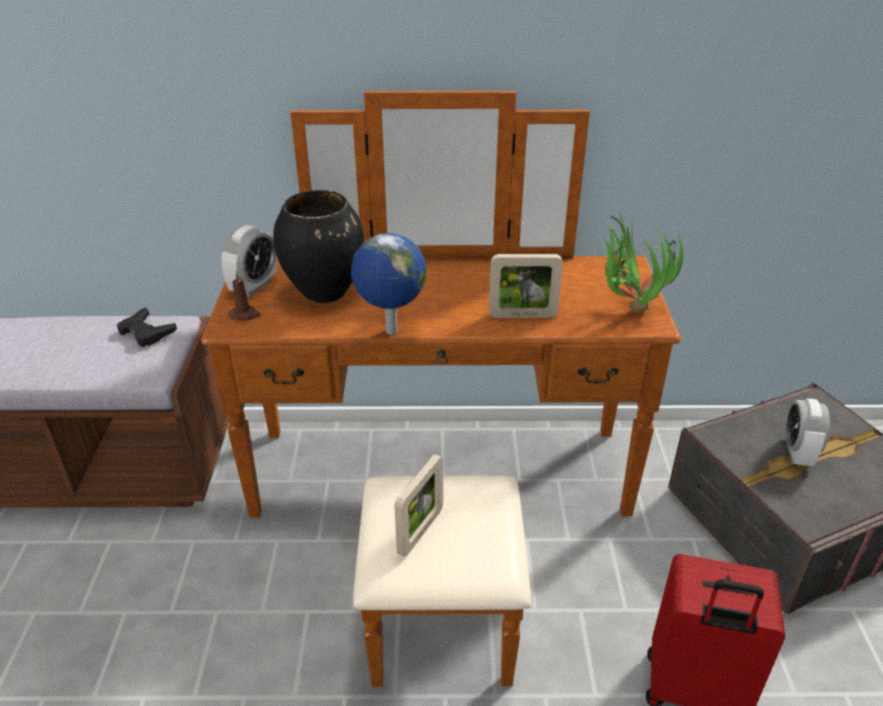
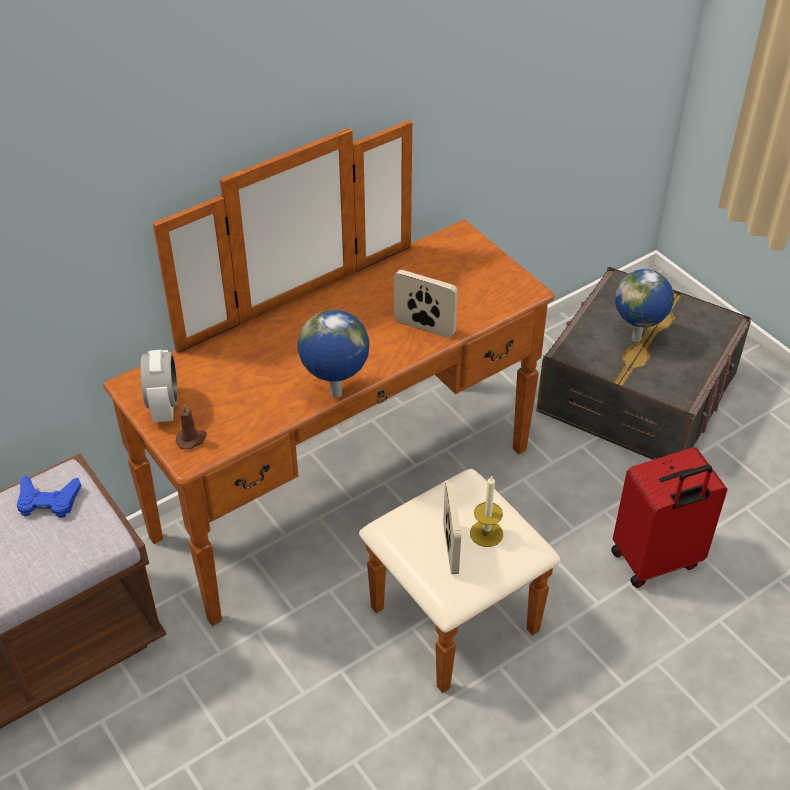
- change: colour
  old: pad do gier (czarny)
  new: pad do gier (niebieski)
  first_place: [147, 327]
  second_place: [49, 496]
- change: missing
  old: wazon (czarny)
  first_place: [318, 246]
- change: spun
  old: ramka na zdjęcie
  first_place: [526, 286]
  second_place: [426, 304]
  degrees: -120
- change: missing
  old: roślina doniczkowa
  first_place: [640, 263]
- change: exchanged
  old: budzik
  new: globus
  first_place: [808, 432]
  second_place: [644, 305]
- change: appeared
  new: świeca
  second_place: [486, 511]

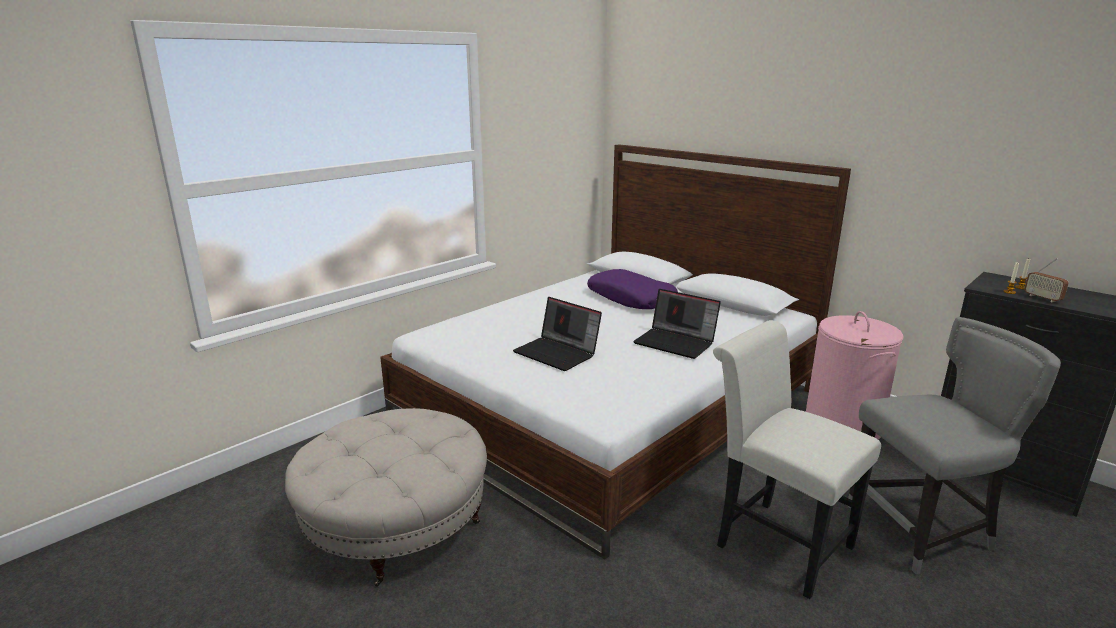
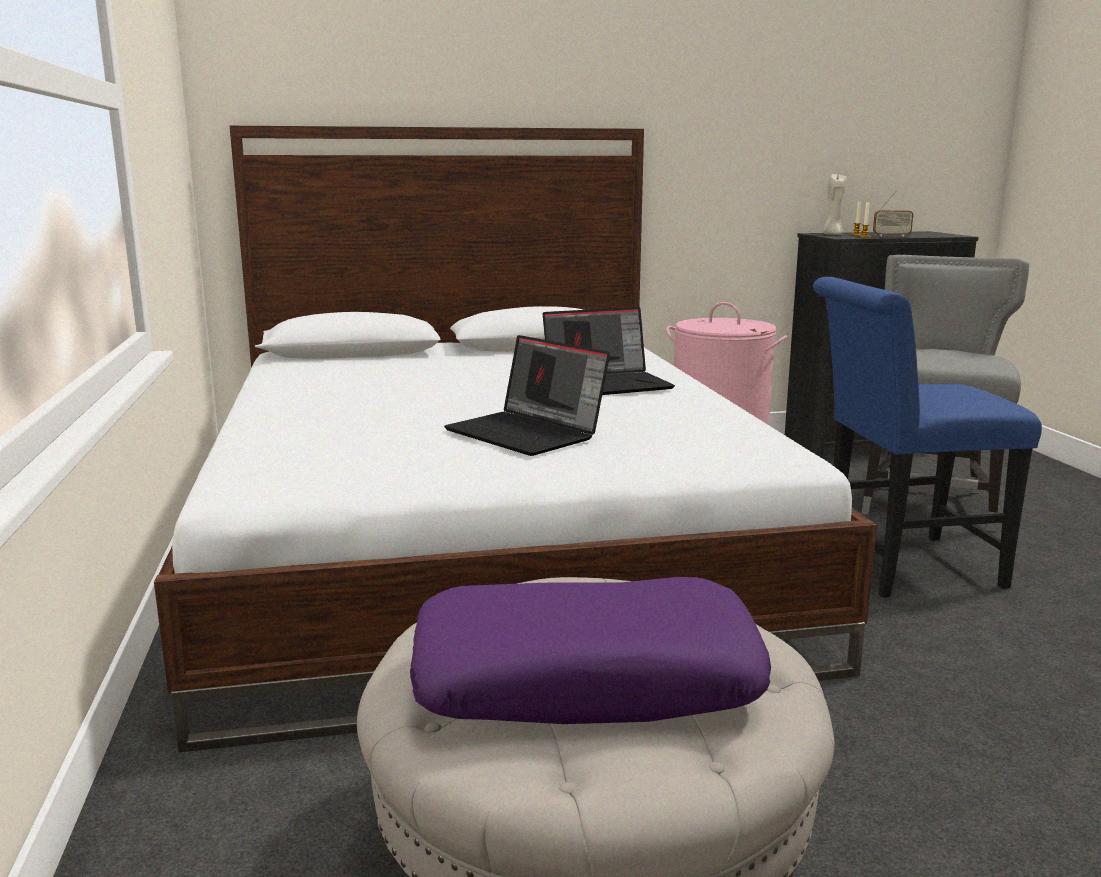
- change: spun
  old: laptop
  first_place: [557, 334]
  second_place: [527, 395]
  degrees: 60
- change: relocated
  old: poduszka (fioletowy)
  first_place: [632, 289]
  second_place: [590, 650]
- change: colour
  old: krzesło (biały)
  new: krzesło (niebieski)
  first_place: [797, 459]
  second_place: [927, 437]
- change: appeared
  new: świeca (beżowy)
  second_place: [834, 204]

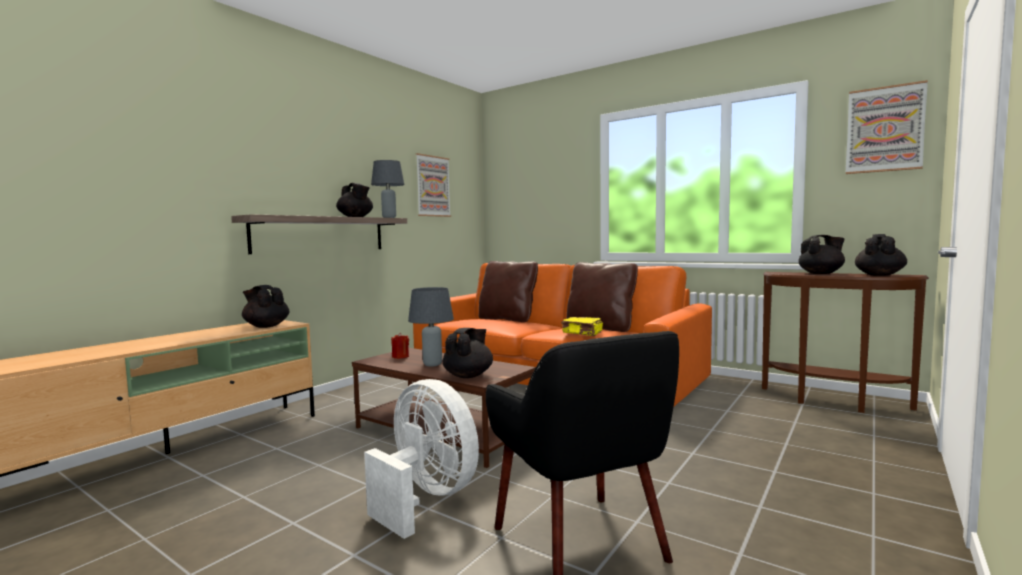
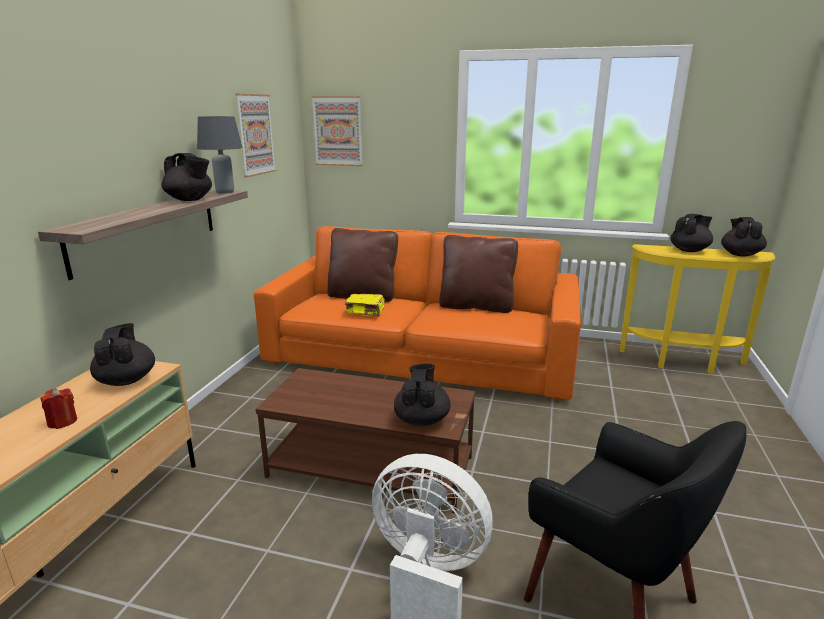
- change: spun
  old: imbryk (czarny)
  first_place: [266, 306]
  second_place: [122, 354]
  degrees: 60
- change: relocated
  old: świeca (czerwony)
  first_place: [400, 346]
  second_place: [58, 408]
- change: missing
  old: lampa stołowa (szary)
  first_place: [431, 327]
- change: relocated
  old: książka (żółty)
  first_place: [582, 326]
  second_place: [365, 305]
- change: colour
  old: stolik konsolowy (brązowy)
  new: stolik konsolowy (żółty)
  first_place: [845, 342]
  second_place: [697, 309]
- change: relocated
  old: obraz
  first_place: [887, 127]
  second_place: [337, 131]

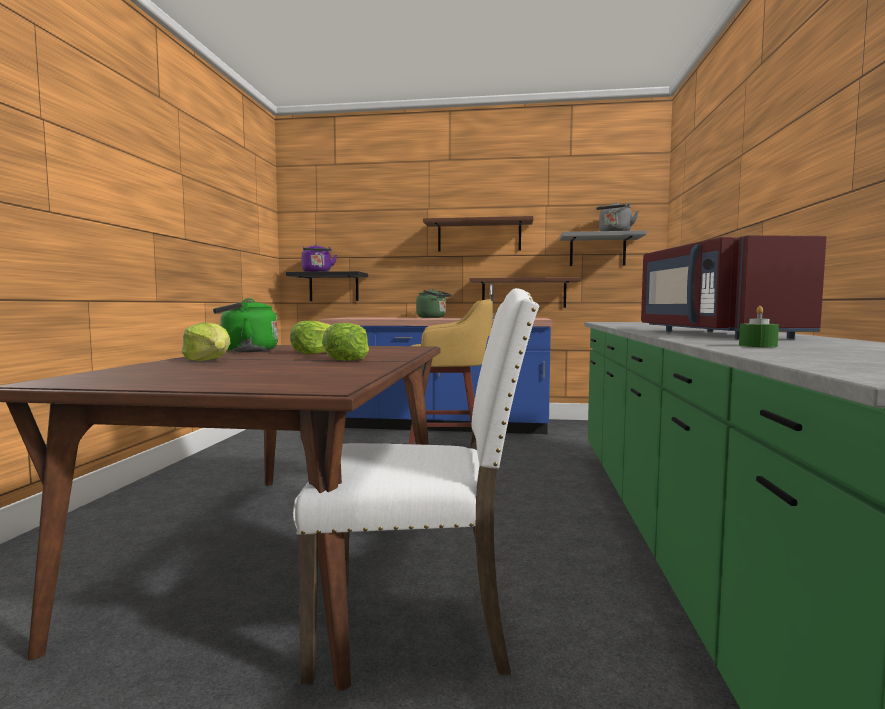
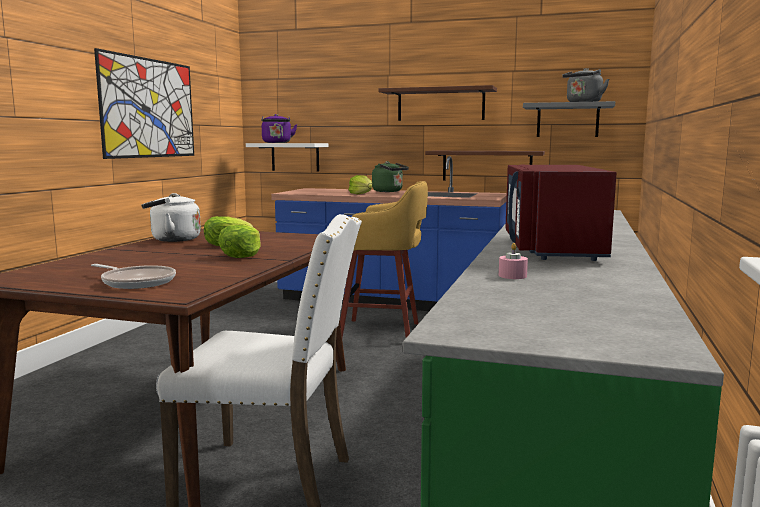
- change: relocated
  old: sałata
  first_place: [206, 342]
  second_place: [361, 184]
- change: colour
  old: czajnik (zielony)
  new: czajnik (biały)
  first_place: [245, 325]
  second_place: [171, 217]
- change: colour
  old: półka (czarny)
  new: półka (biały)
  first_place: [327, 286]
  second_place: [287, 157]
- change: colour
  old: świeca (zielony)
  new: świeca (różowy)
  first_place: [759, 326]
  second_place: [513, 261]
- change: appeared
  new: patelnia
  second_place: [133, 276]
- change: appeared
  new: obraz
  second_place: [144, 103]

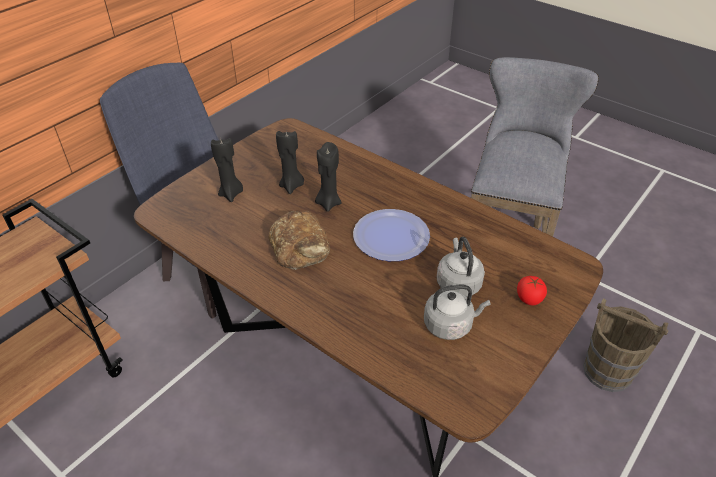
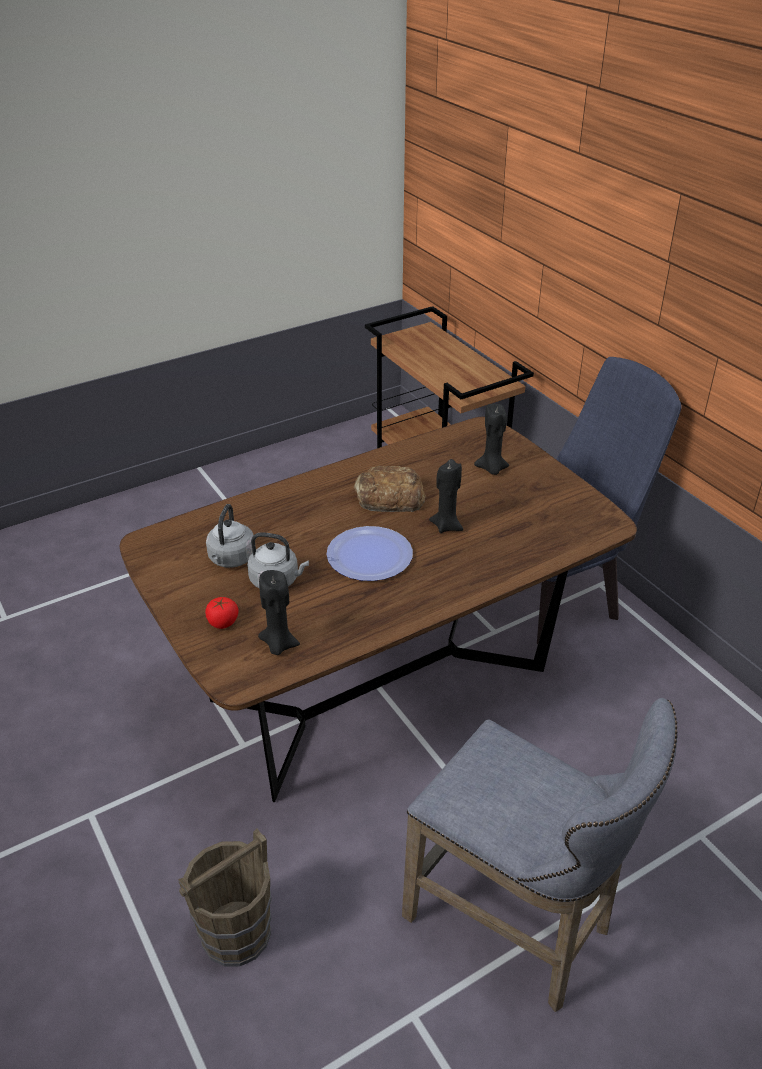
- change: relocated
  old: świeca (czarny)
  first_place: [290, 162]
  second_place: [279, 612]

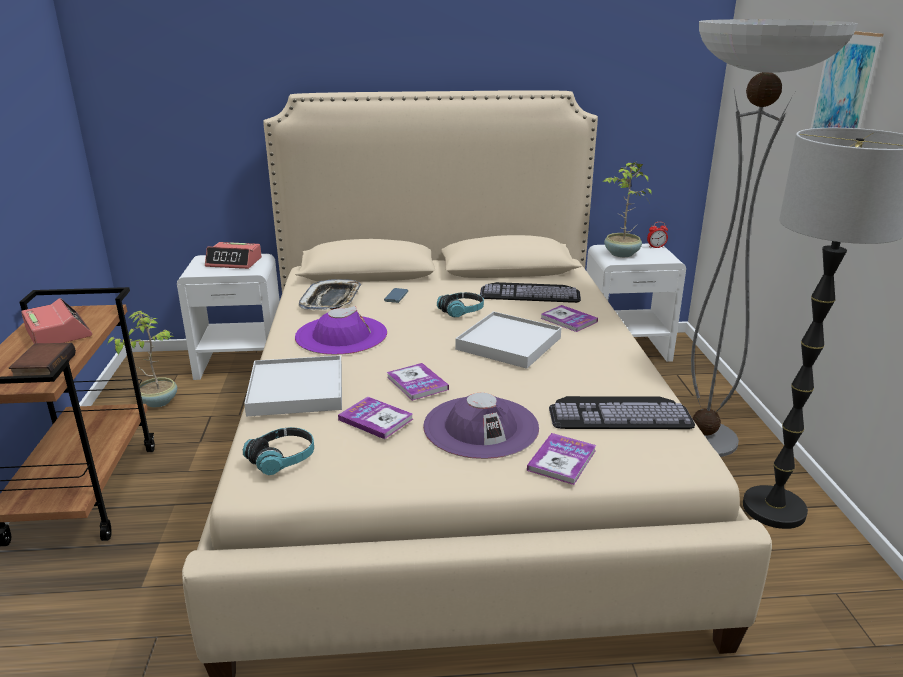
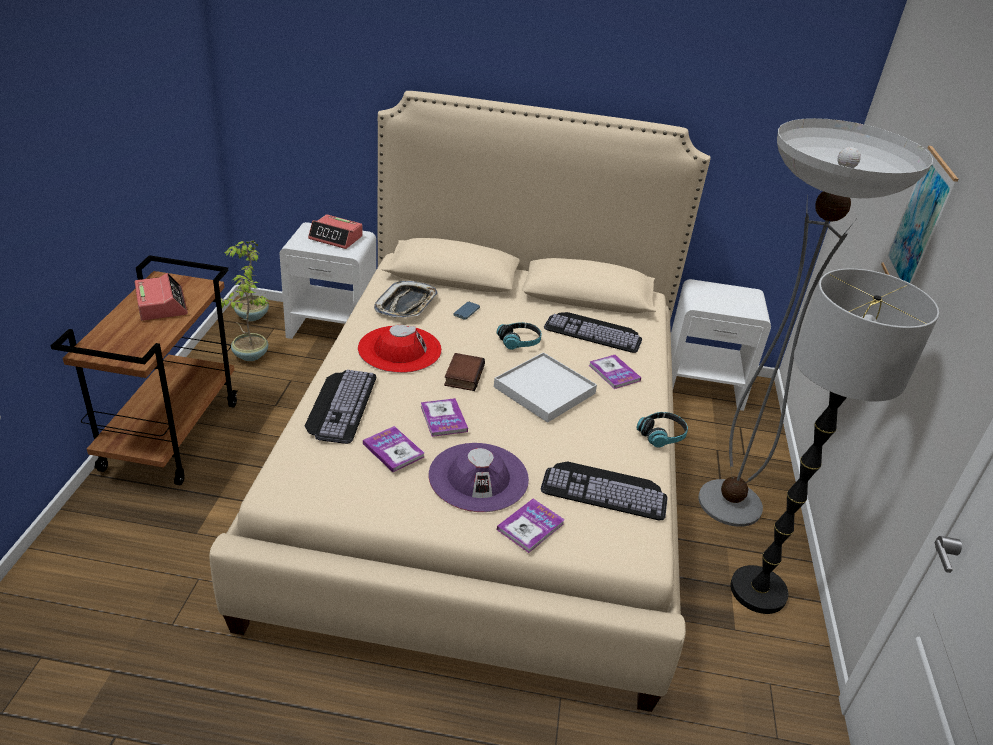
- change: relocated
  old: książka
  first_place: [42, 359]
  second_place: [464, 372]
- change: relocated
  old: słuchawki
  first_place: [278, 451]
  second_place: [662, 430]
- change: exchanged
  old: taca (biały)
  new: klawiatura
  first_place: [293, 386]
  second_place: [340, 407]
- change: colour
  old: kapelusz (fioletowy)
  new: kapelusz (czerwony)
  first_place: [341, 330]
  second_place: [400, 349]
- change: relocated
  old: roślina doniczkowa
  first_place: [627, 209]
  second_place: [246, 281]
- change: missing
  old: budzik
  first_place: [657, 235]

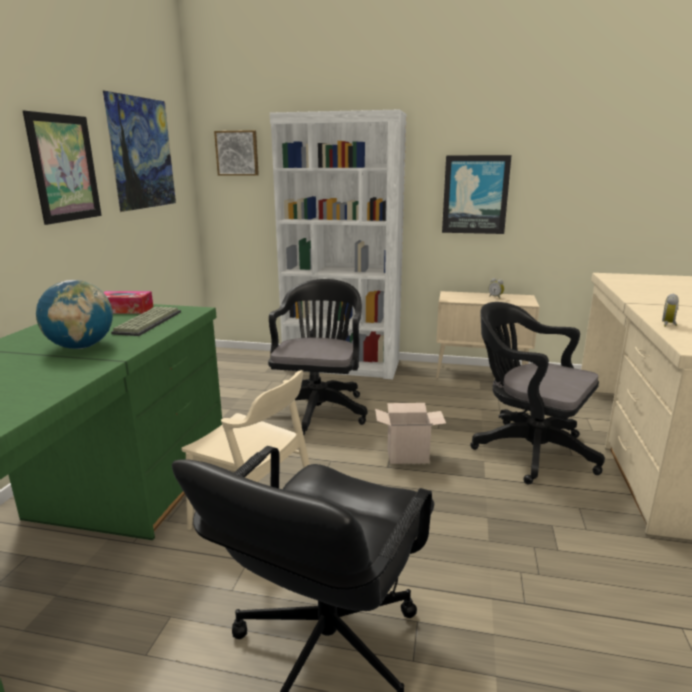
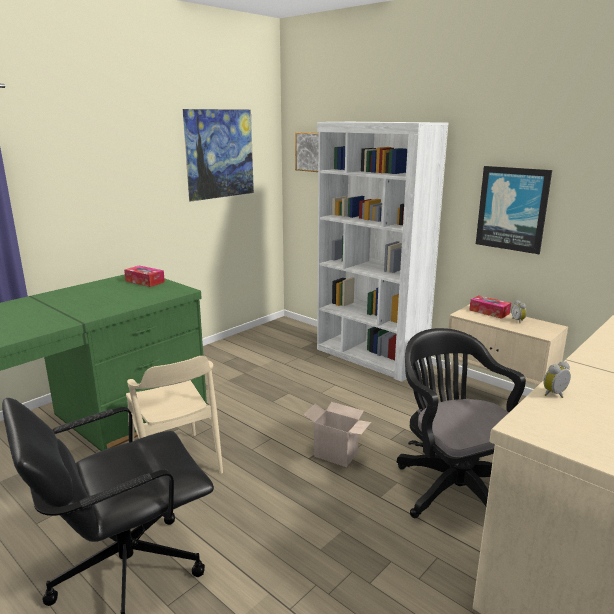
- change: missing
  old: obraz
  first_place: [62, 167]
- change: missing
  old: globus
  first_place: [74, 314]
- change: missing
  old: klawiatura
  first_place: [146, 321]
- change: missing
  old: krzesło biurowe (czarny)
  first_place: [318, 357]
- change: appeared
  new: pudełko chusteczek
  second_place: [490, 307]

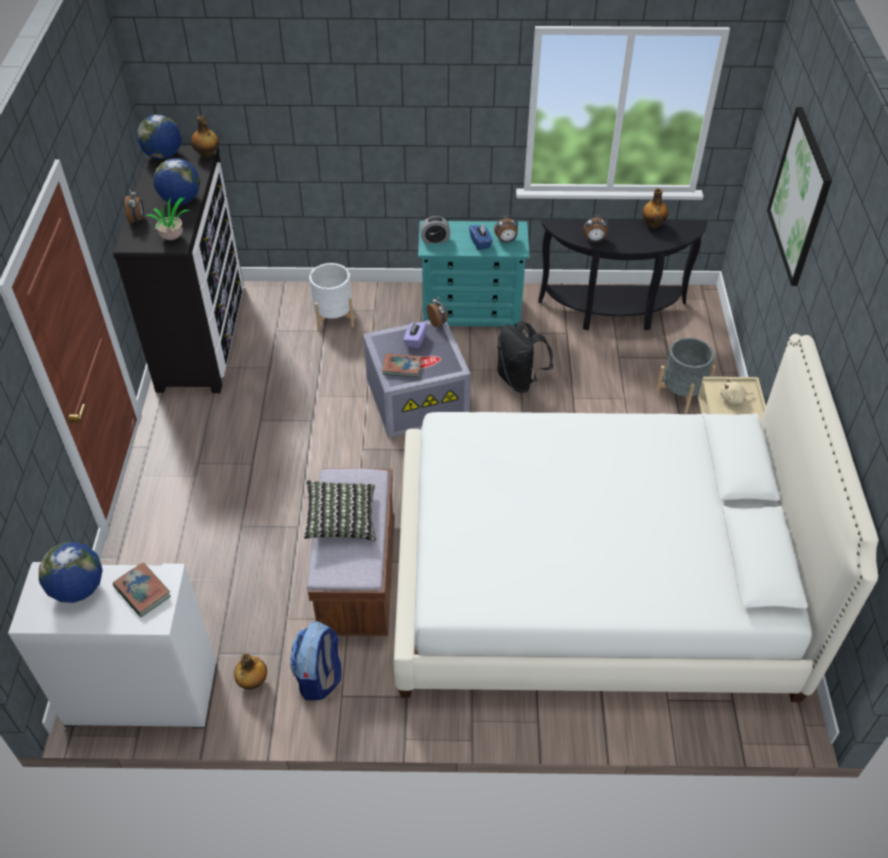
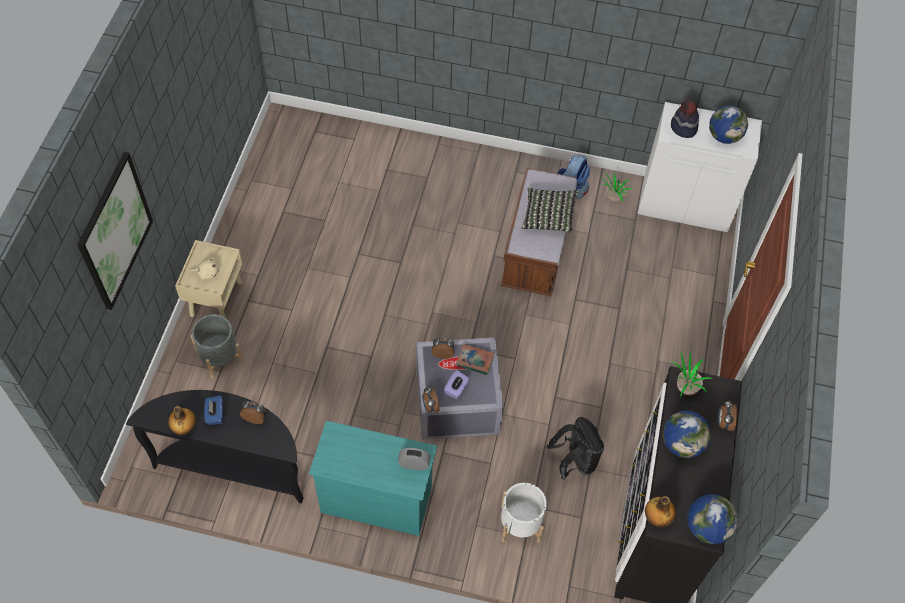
- change: exchanged
  old: książka
  new: kapelusz
  first_place: [142, 589]
  second_place: [685, 118]
- change: exchanged
  old: butelka
  new: roślina doniczkowa
  first_place: [250, 671]
  second_place: [615, 187]
- change: missing
  old: łóżko (biały)
  first_place: [636, 518]
- change: relocated
  old: pudełko chusteczek (niebieski)
  first_place: [481, 236]
  second_place: [213, 410]
- change: relocated
  old: budzik
  first_place: [506, 229]
  second_place: [442, 348]
- change: relocated
  old: plecak (czarny)
  first_place: [525, 357]
  second_place: [575, 448]

